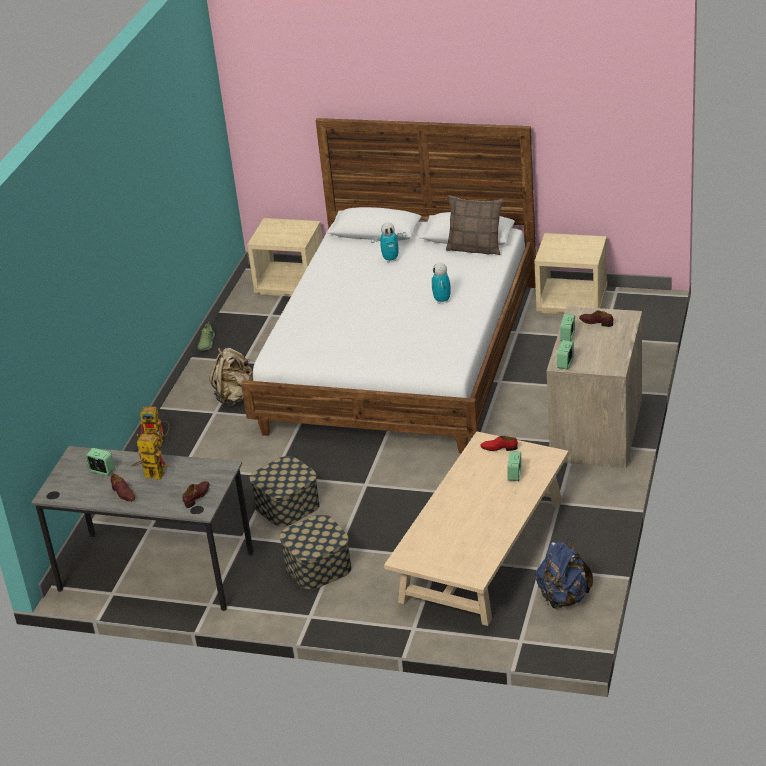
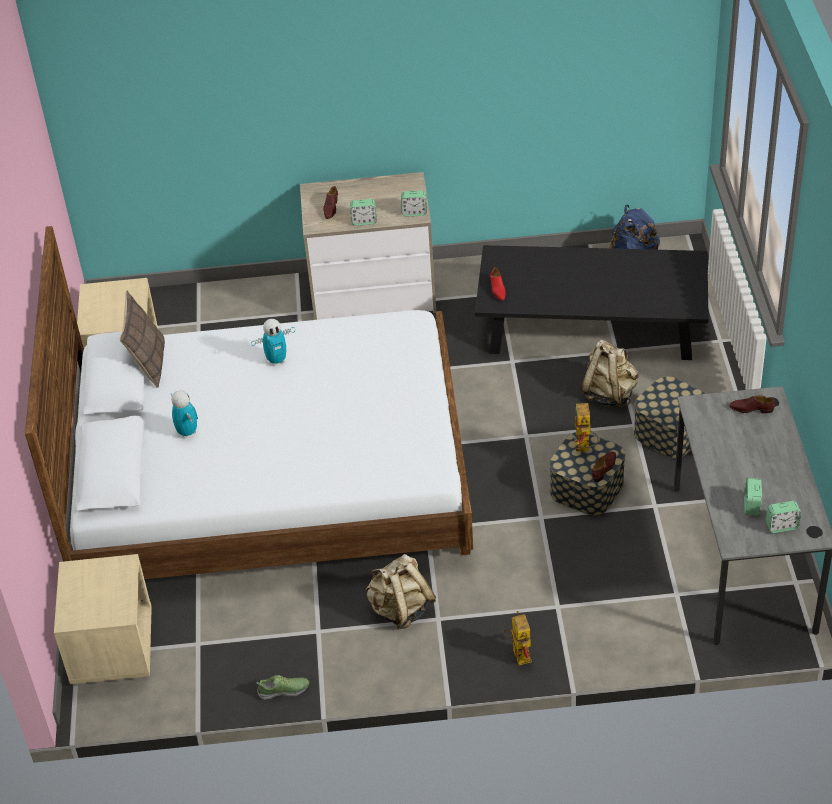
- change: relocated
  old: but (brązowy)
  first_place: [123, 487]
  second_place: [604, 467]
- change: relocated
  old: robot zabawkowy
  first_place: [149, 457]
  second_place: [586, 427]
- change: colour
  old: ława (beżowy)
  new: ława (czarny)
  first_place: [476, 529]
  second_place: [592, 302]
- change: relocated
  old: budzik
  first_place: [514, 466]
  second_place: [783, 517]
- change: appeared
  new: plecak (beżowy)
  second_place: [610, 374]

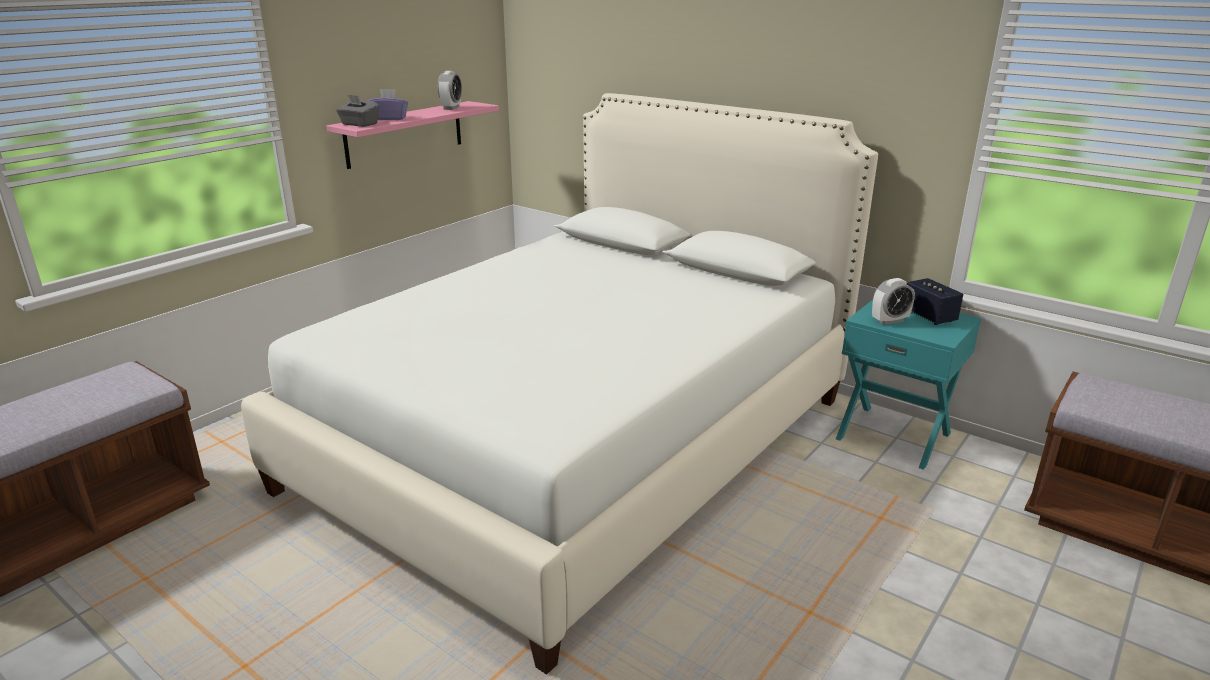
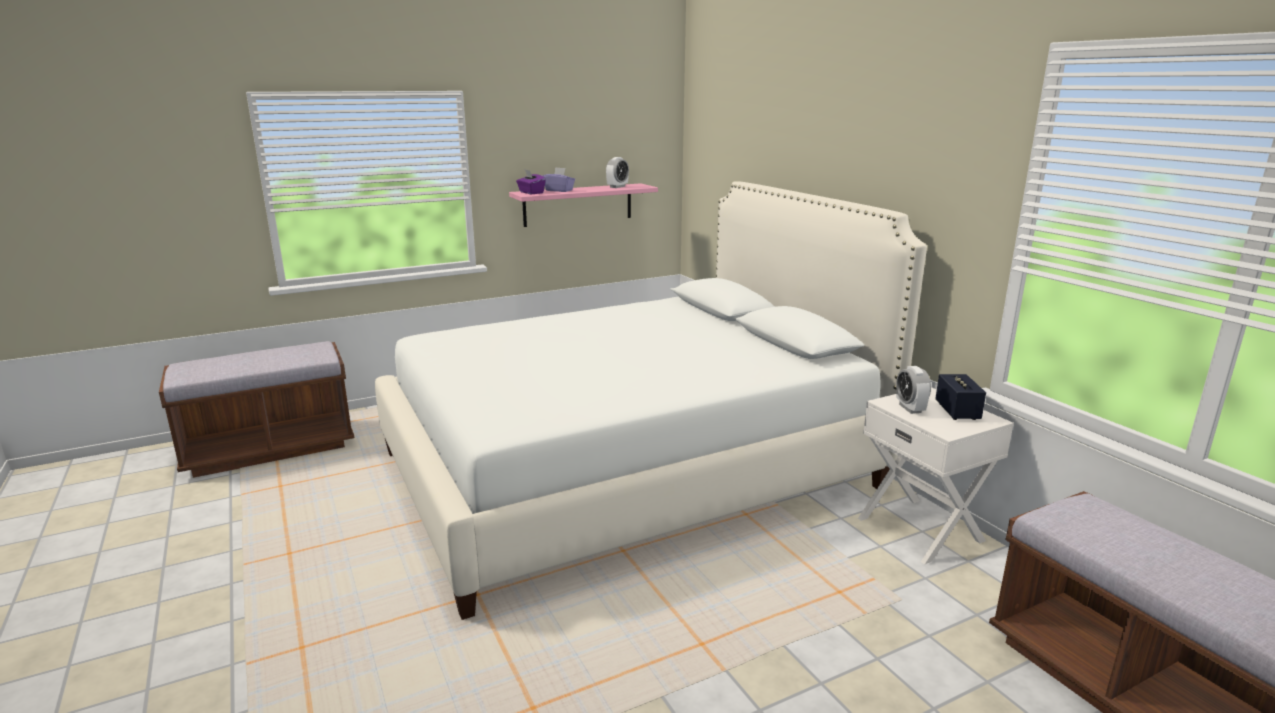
- change: colour
  old: pudełko chusteczek (szary)
  new: pudełko chusteczek (fioletowy)
  first_place: [357, 110]
  second_place: [531, 182]
- change: colour
  old: szafka nocna (turkusowy)
  new: szafka nocna (biały)
  first_place: [908, 385]
  second_place: [936, 476]
- change: spun
  old: budzik
  first_place: [893, 301]
  second_place: [913, 390]
  degrees: 75

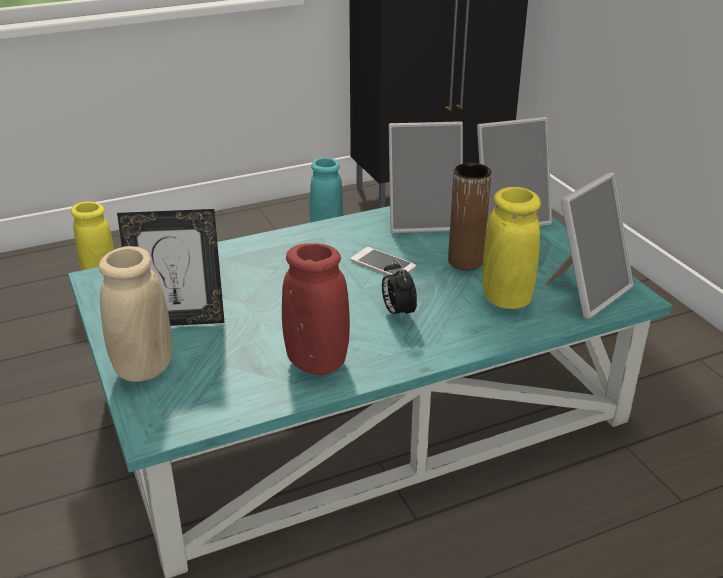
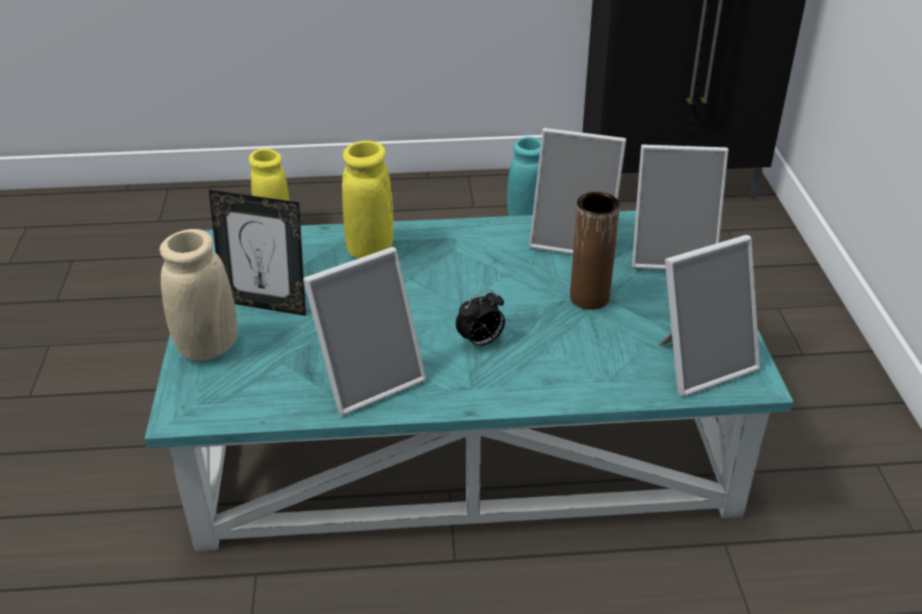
- change: exchanged
  old: wazon (czerwony)
  new: ramka na zdjęcie
  first_place: [316, 309]
  second_place: [364, 331]
- change: missing
  old: telefon
  first_place: [383, 261]
- change: spun
  old: budzik
  first_place: [399, 290]
  second_place: [480, 318]
  degrees: -120
- change: relocated
  old: wazon (żółty)
  first_place: [511, 248]
  second_place: [368, 200]

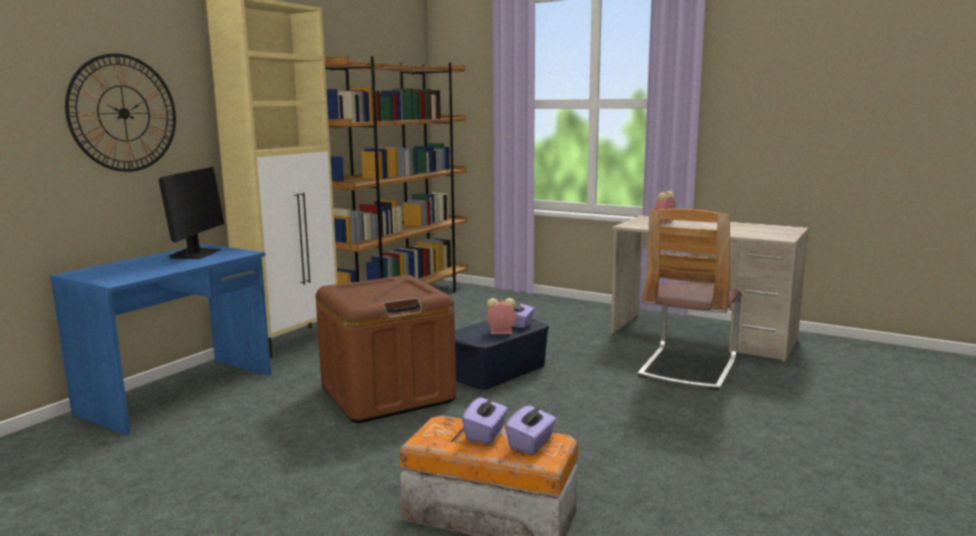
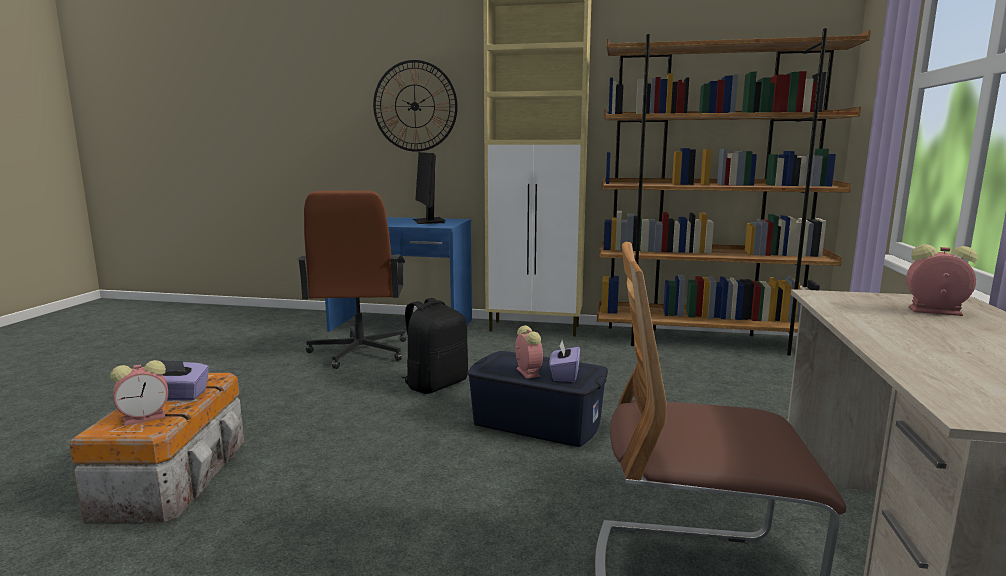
- change: spun
  old: monitor
  first_place: [191, 213]
  second_place: [429, 188]
  degrees: 90
- change: exchanged
  old: pojemnik do przechowywania (brązowy)
  new: plecak (czarny)
  first_place: [386, 349]
  second_place: [435, 346]
- change: exchanged
  old: pudełko chusteczek (fioletowy)
  new: budzik
  first_place: [530, 428]
  second_place: [139, 393]
- change: appeared
  new: krzesło biurowe (brązowy)
  second_place: [351, 280]

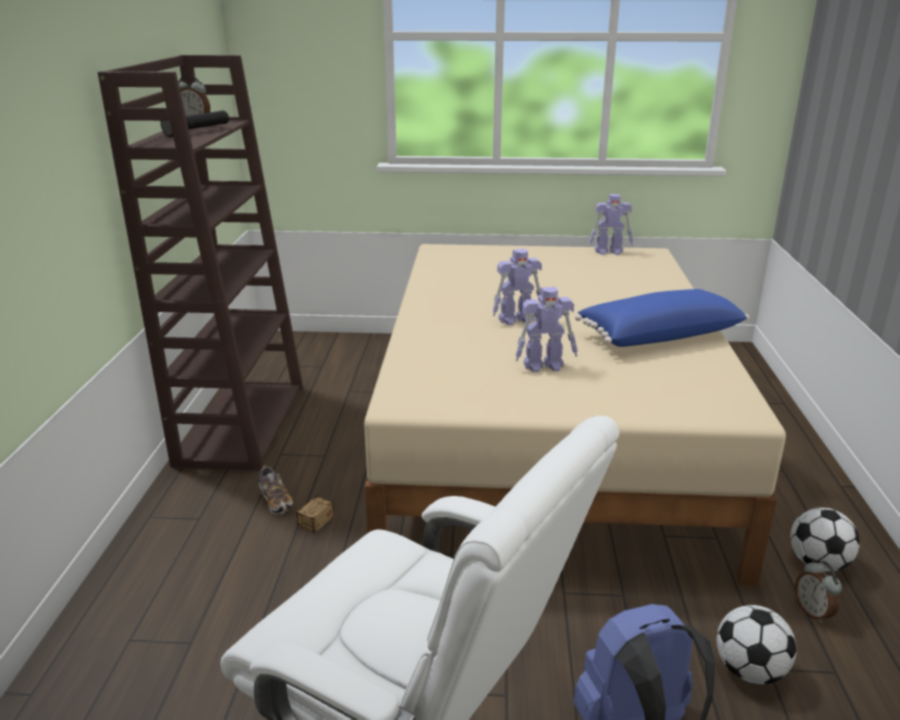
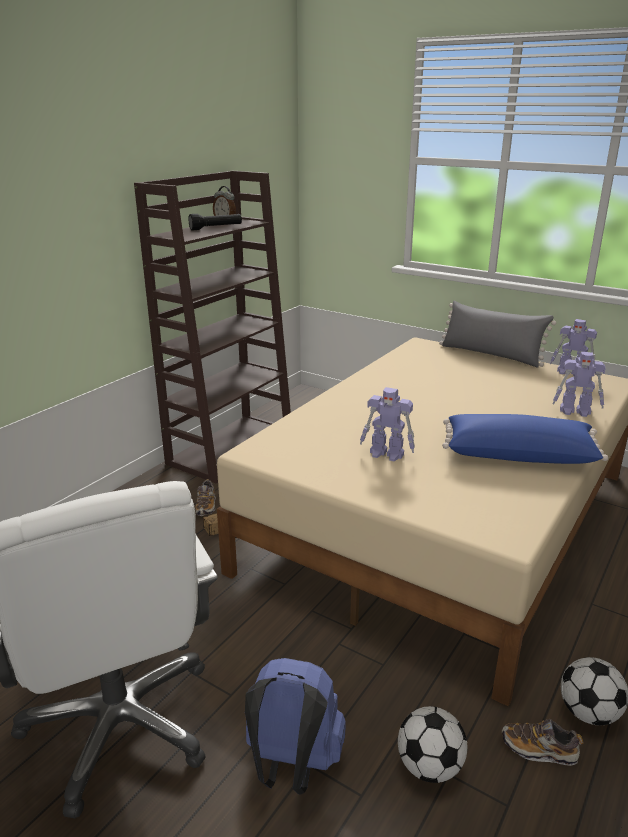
- change: relocated
  old: robot zabawkowy
  first_place: [517, 287]
  second_place: [579, 384]
- change: exchanged
  old: budzik
  new: but
  first_place: [818, 591]
  second_place: [542, 742]
- change: appeared
  new: poduszka (szary)
  second_place: [497, 334]

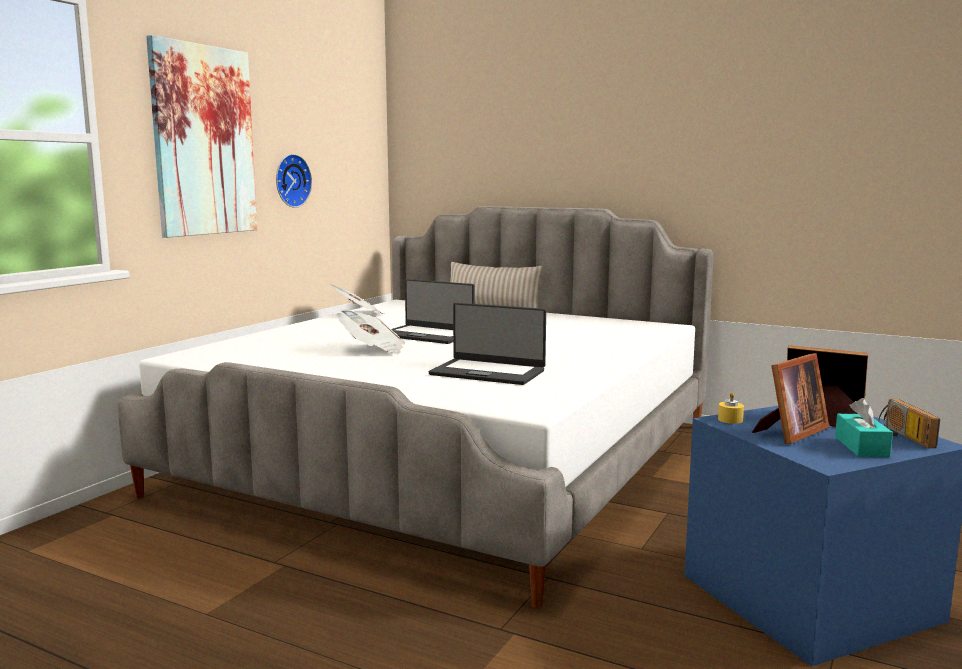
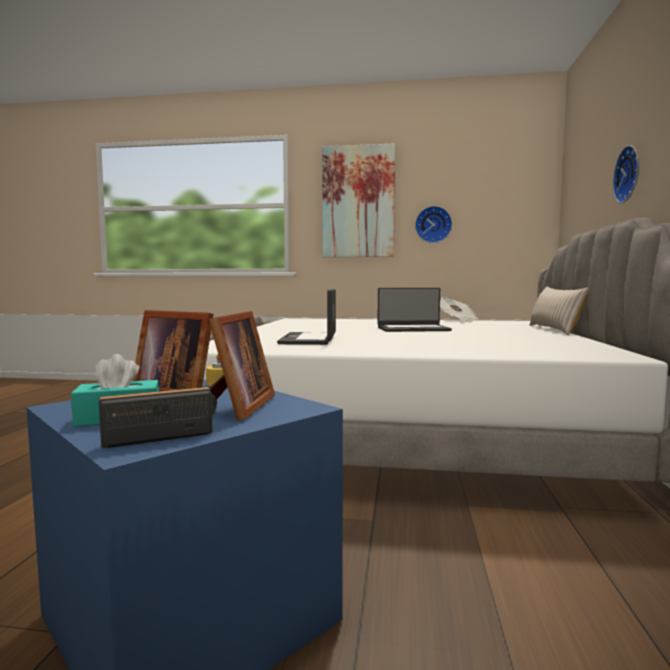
- change: missing
  old: gazeta
  first_place: [372, 332]
- change: spun
  old: laptop
  first_place: [433, 311]
  second_place: [415, 310]
  degrees: -105
- change: appeared
  new: zegar ścienny
  second_place: [626, 174]

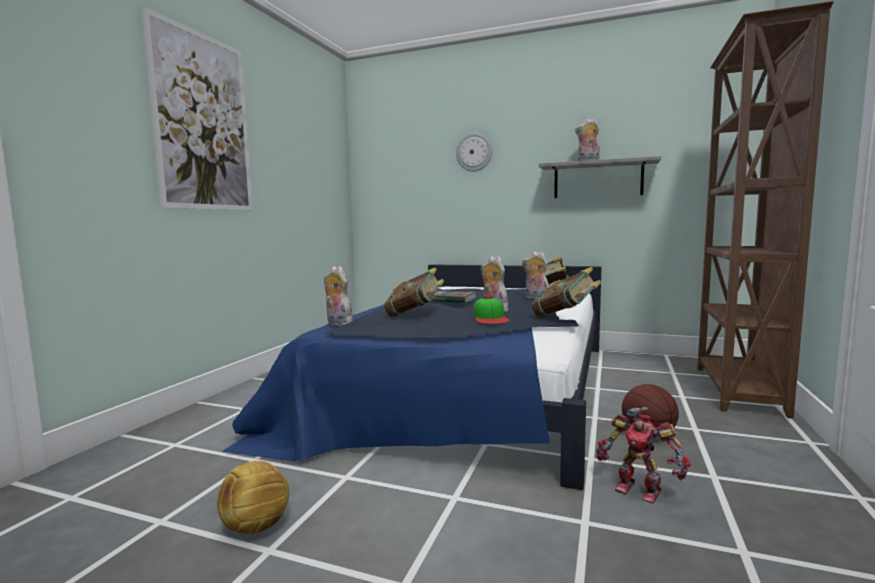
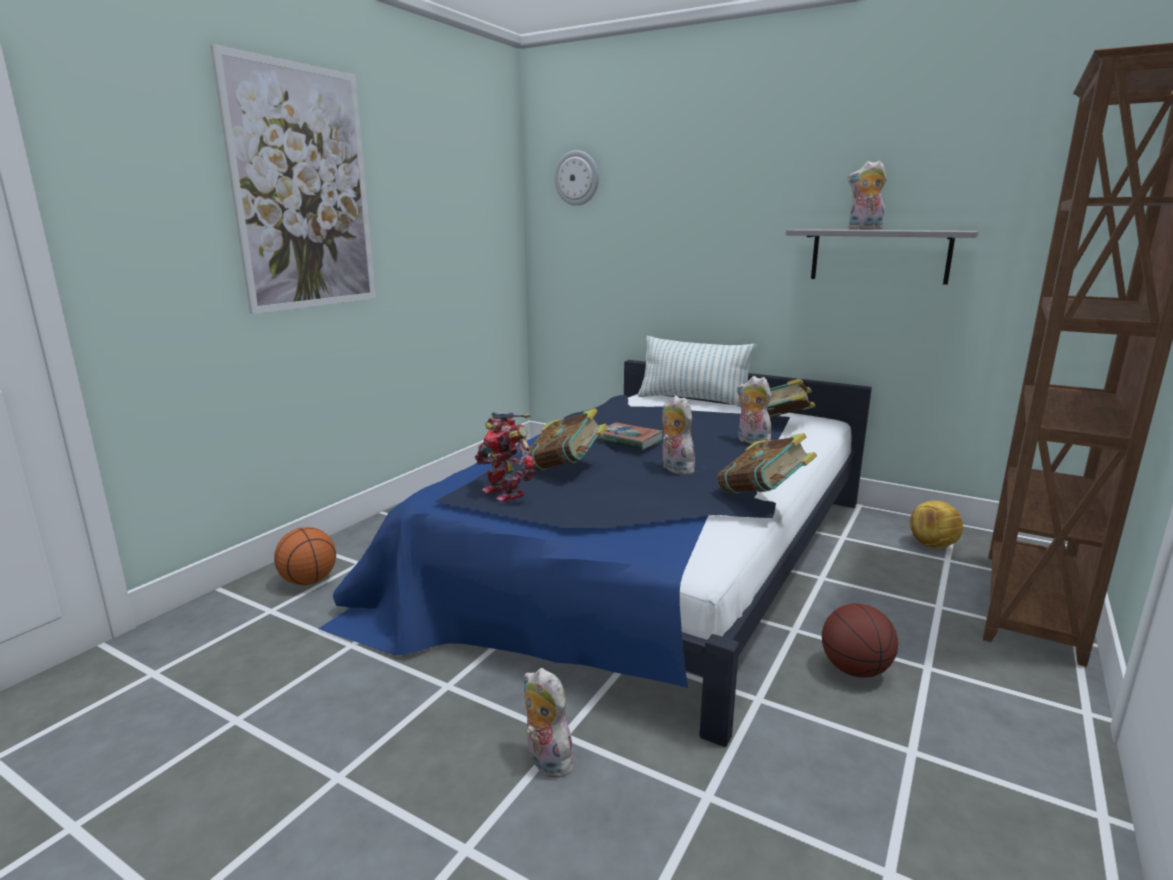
- change: relocated
  old: piłka futbolowa
  first_place: [253, 497]
  second_place: [936, 524]
- change: relocated
  old: pluszak
  first_place: [338, 296]
  second_place: [551, 723]
- change: relocated
  old: zegar ścienny
  first_place: [474, 152]
  second_place: [576, 178]
- change: missing
  old: czapka z daszkiem
  first_place: [491, 309]
- change: relocated
  old: robot zabawkowy
  first_place: [644, 455]
  second_place: [505, 457]
- change: appeared
  new: piłka do koszykówki
  second_place: [305, 556]
- change: appeared
  new: poduszka
  second_place: [697, 371]

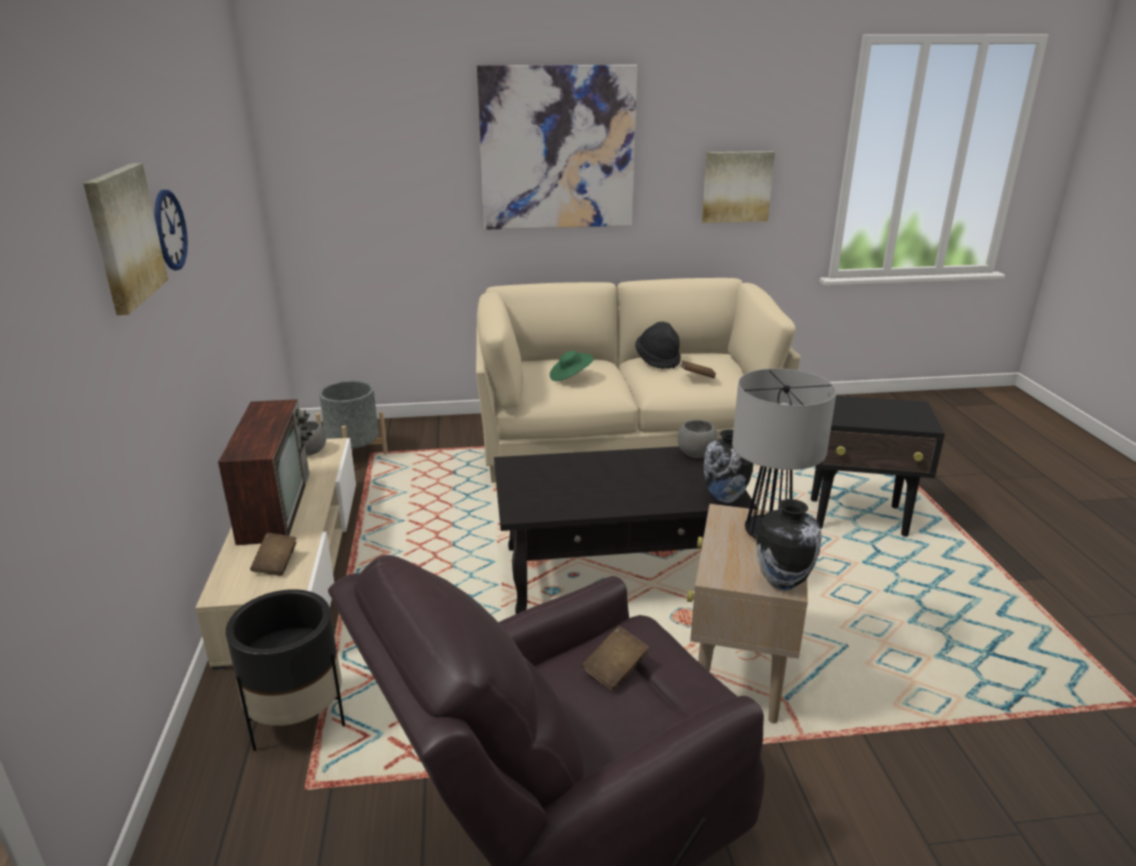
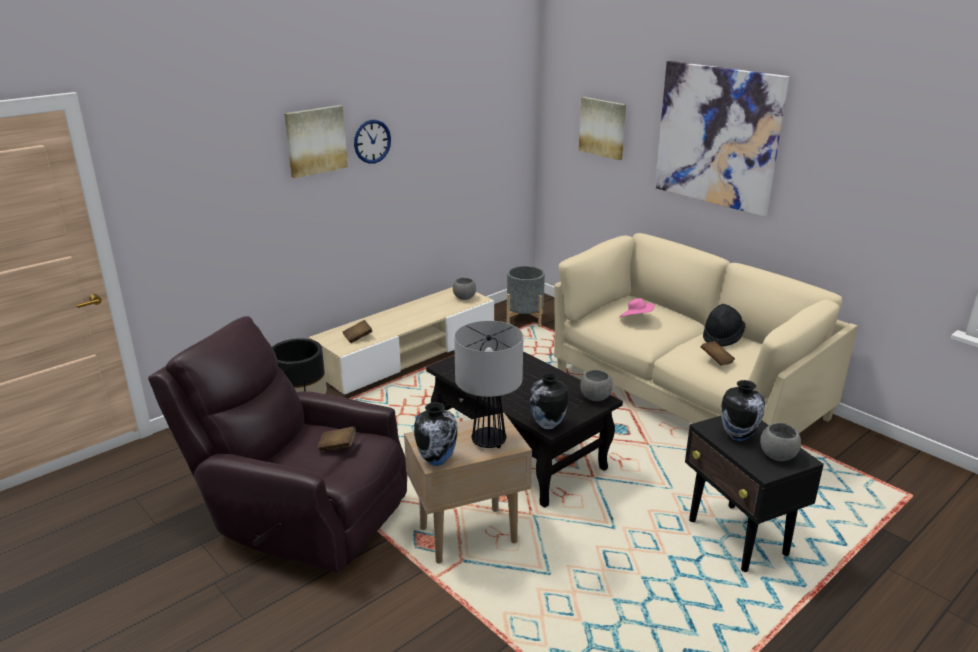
- change: missing
  old: telewizor
  first_place: [265, 472]
- change: colour
  old: kapelusz (zielony)
  new: kapelusz (różowy)
  first_place: [572, 366]
  second_place: [637, 308]
- change: relocated
  old: obraz
  first_place: [738, 187]
  second_place: [602, 128]
- change: appeared
  new: wazon
  second_place: [743, 410]
- change: appeared
  new: miska (szary)
  second_place: [780, 442]

